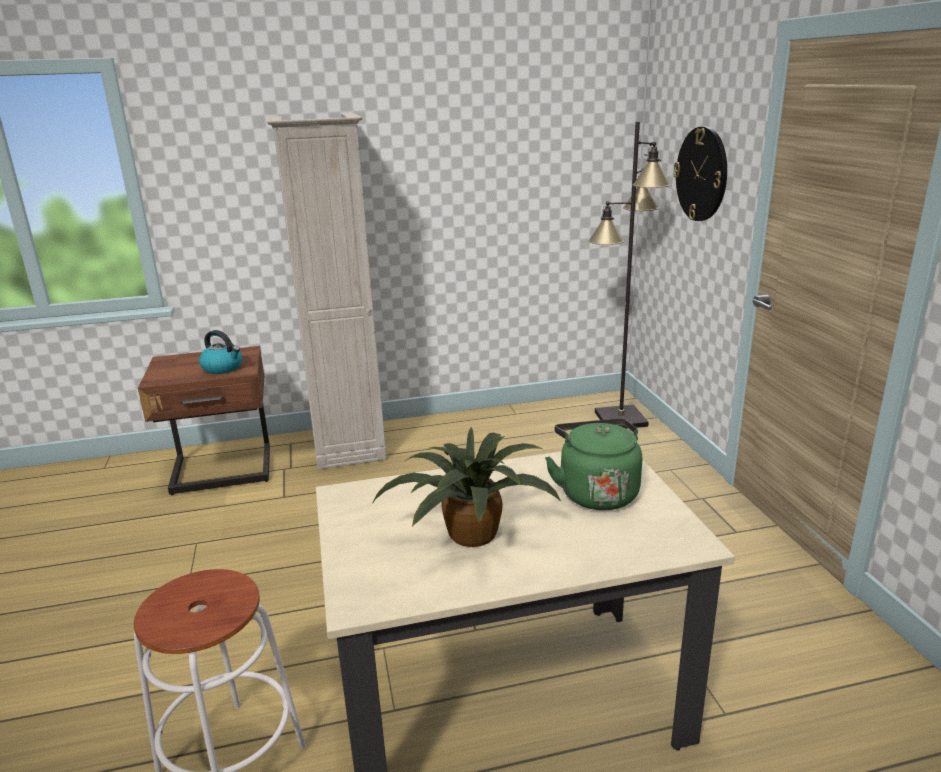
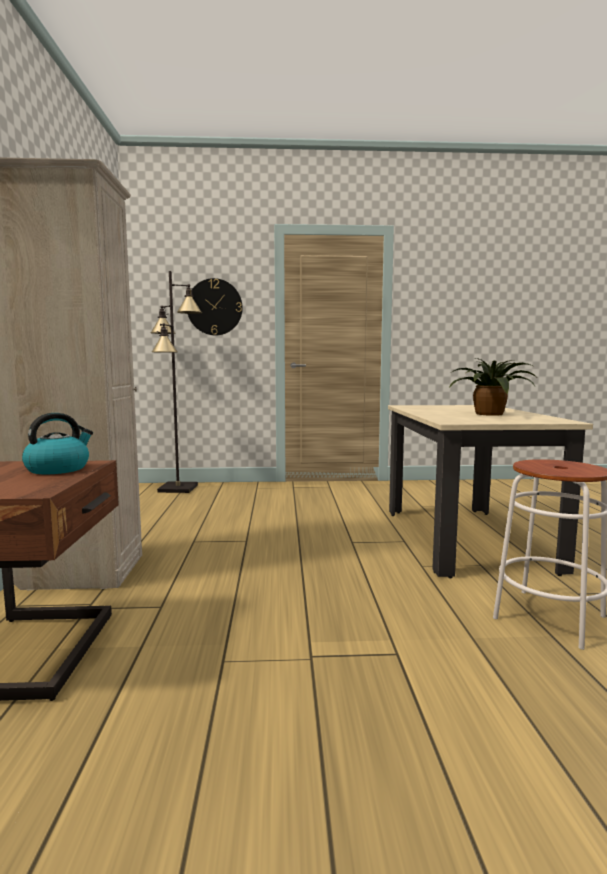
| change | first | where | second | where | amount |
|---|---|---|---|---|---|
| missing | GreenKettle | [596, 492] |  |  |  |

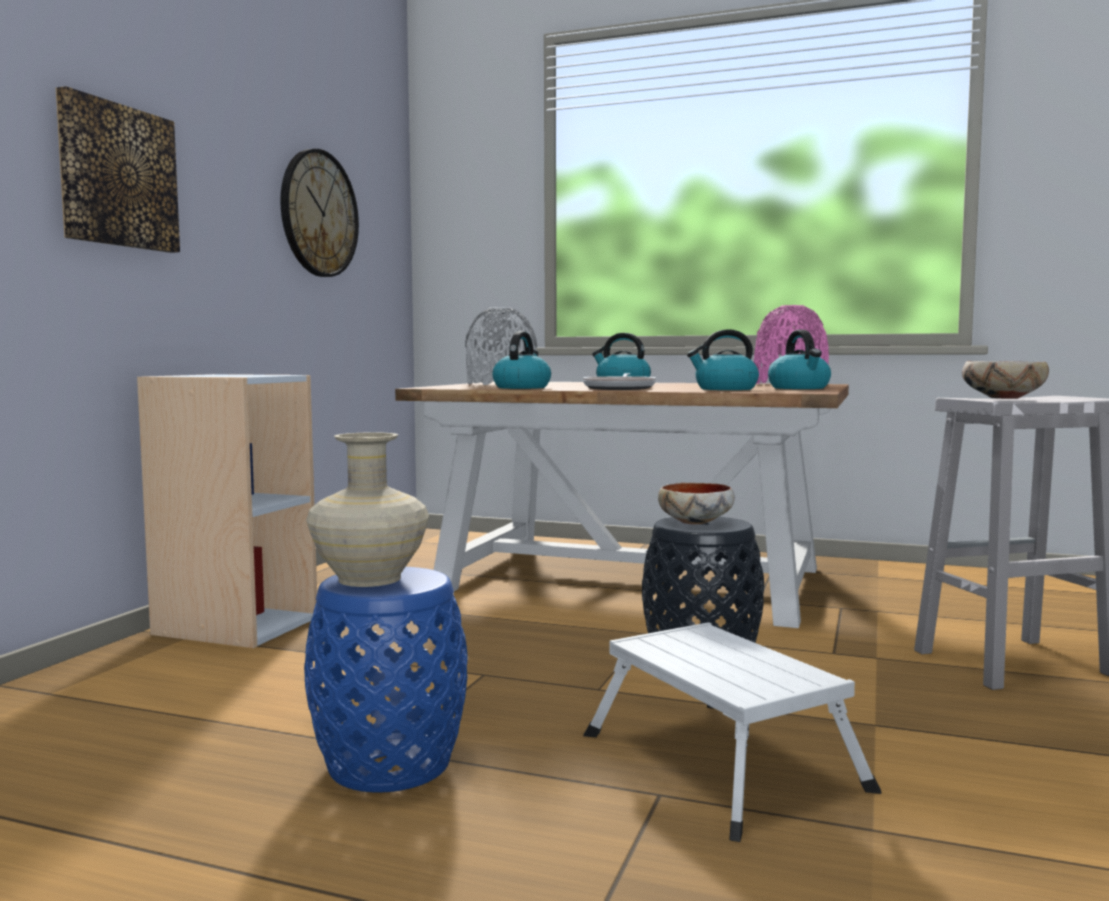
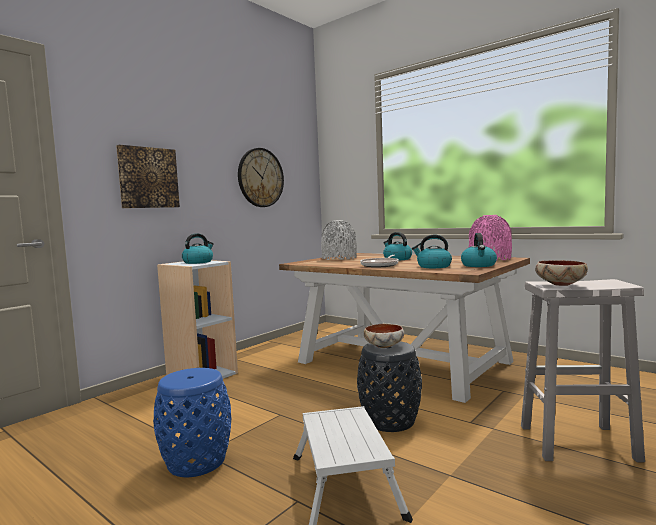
| change | first | where | second | where | amount |
|---|---|---|---|---|---|
| missing | BeigeVase | [371, 578] |  |  |  |
| relocated | Kettle | [522, 387] |  | [198, 262] |  |

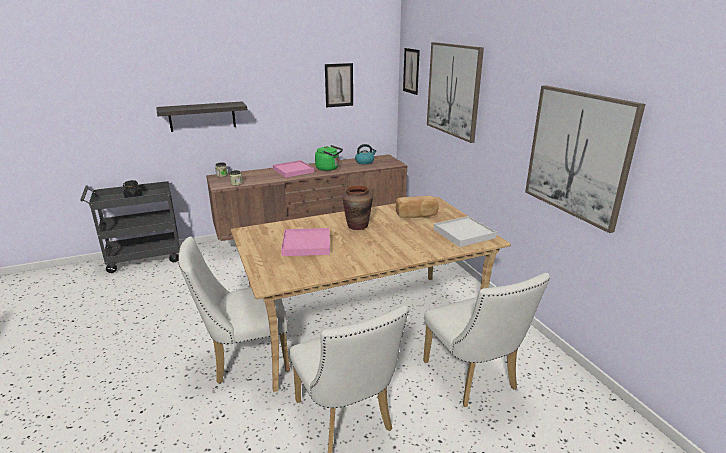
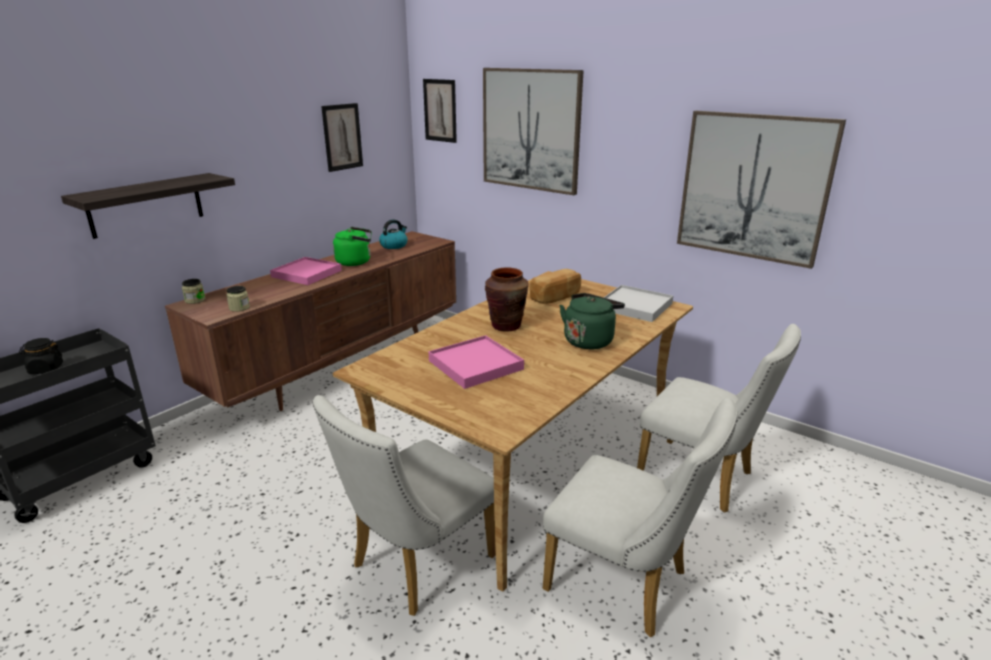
| change | first | where | second | where | amount |
|---|---|---|---|---|---|
| appeared |  |  | GreenKettle | [589, 340] |  |

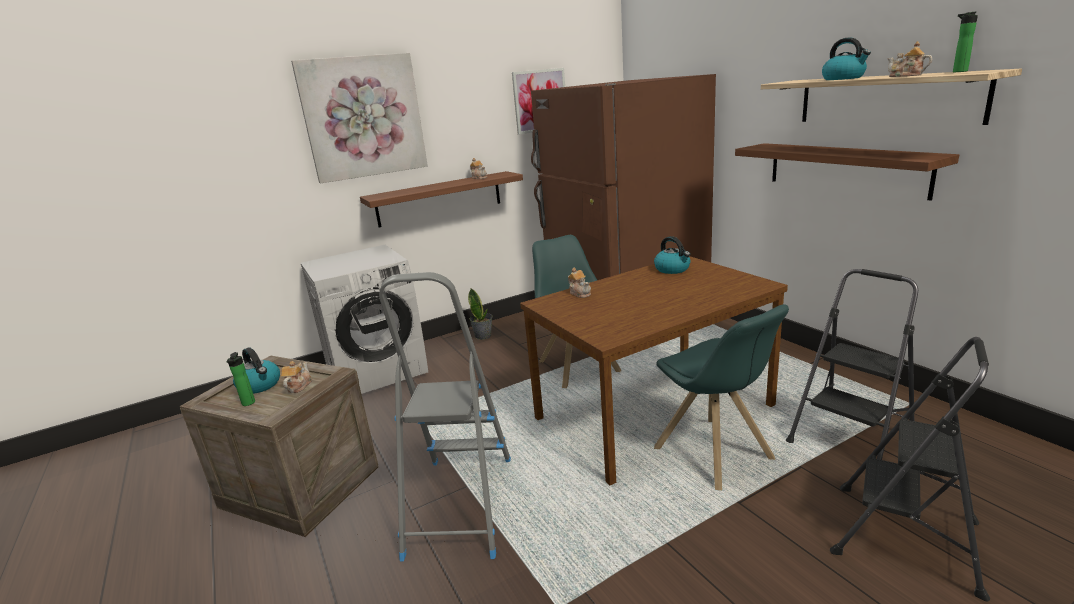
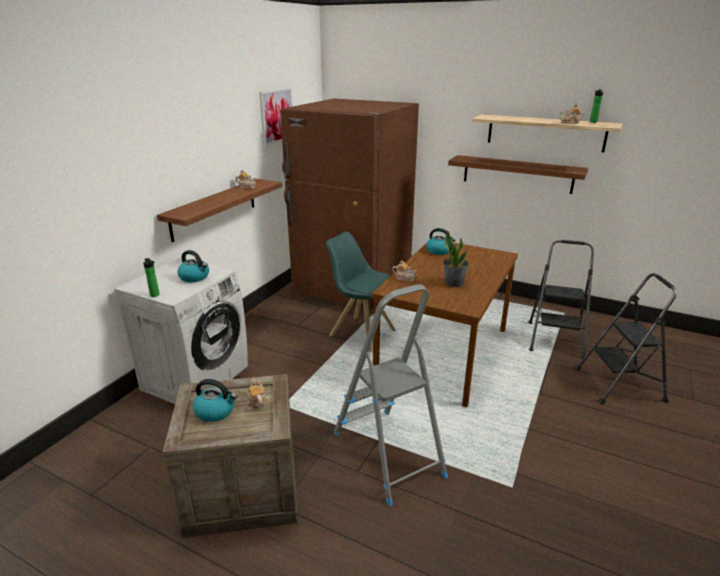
| change | first | where | second | where | amount |
|---|---|---|---|---|---|
| missing | Picture | [363, 117] |  |  |  |
| missing | TurquoiseChair | [714, 453] |  |  |  |
| relocated | Bottle | [248, 404] |  | [155, 295] |  |
| relocated | PottedPlant | [483, 336] |  | [454, 283] |  |
| relocated | Kettle | [843, 78] |  | [195, 277] |  |

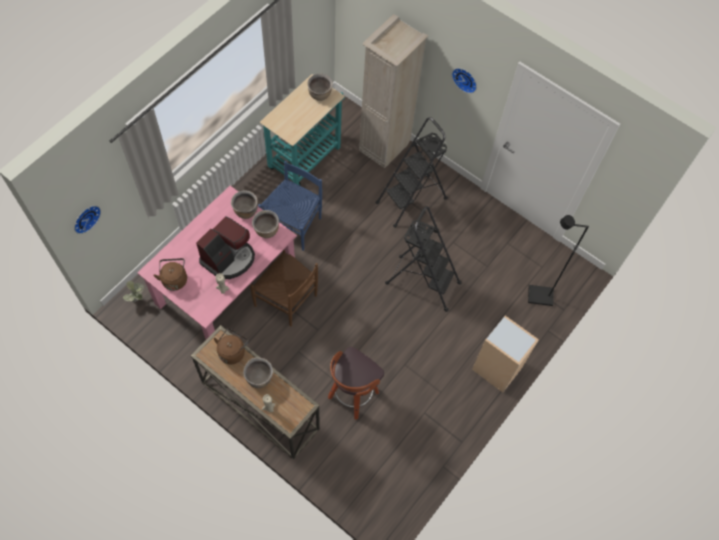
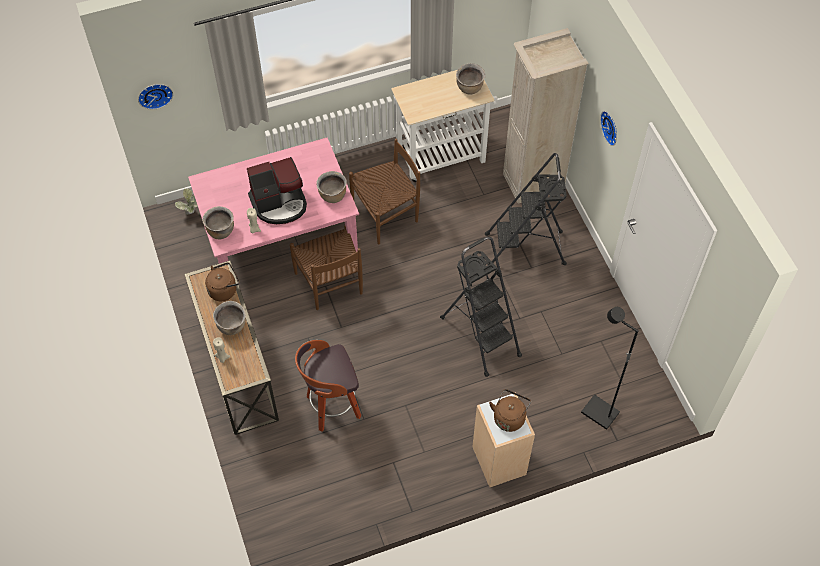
| change | first | where | second | where | amount |
|---|---|---|---|---|---|
| relocated | BrownKettle | [174, 279] |  | [509, 417] |  |
| relocated | BrownCookingPot | [245, 211] |  | [220, 231] |  |
| colour | BlueChair | [293, 224] | BrownChair | [386, 214] |  |
| colour | TurquoiseCart | [305, 157] | WhiteCart | [442, 156] |  |

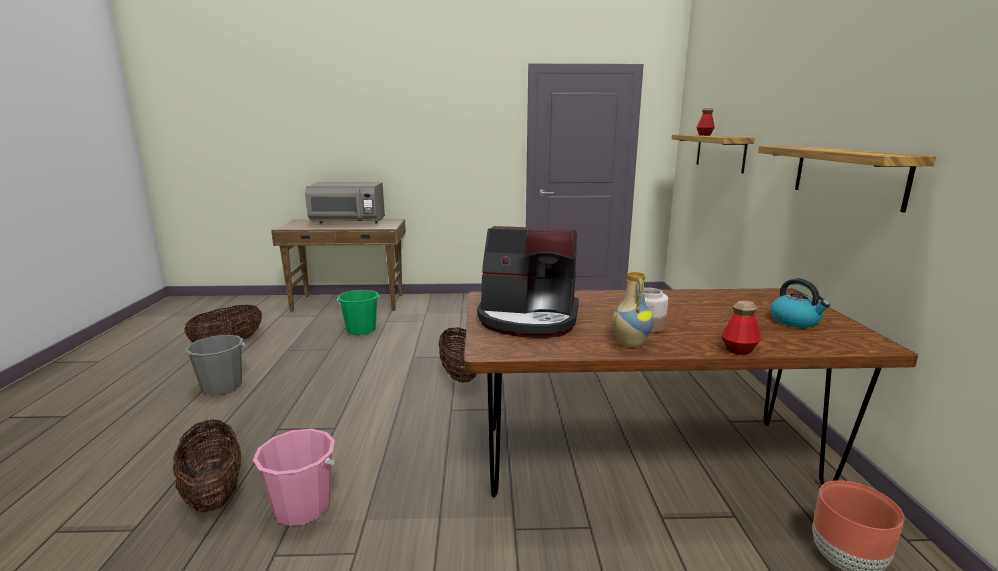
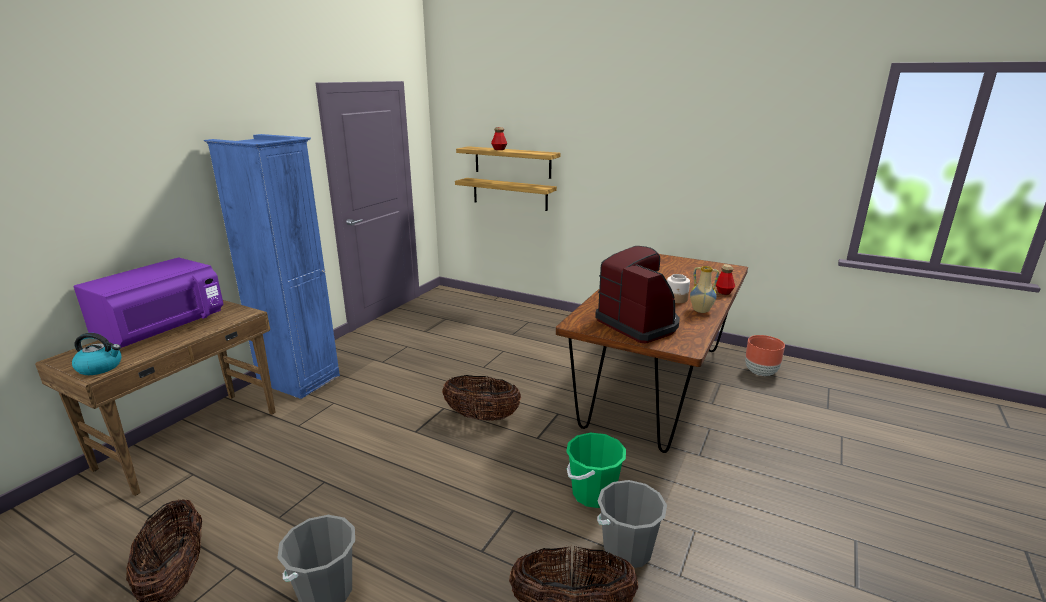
| change | first | where | second | where | amount |
|---|---|---|---|---|---|
| appeared |  |  | BlueCabinet | [300, 379] |  |
| relocated | GreenBucket | [361, 330] |  | [593, 494] |  |
| relocated | Shelf | [847, 175] |  | [510, 194] |  |
| relocated | Kettle | [795, 321] |  | [101, 367] |  |
| colour | PinkBucket | [303, 508] | GreyBucket | [627, 550] |  |
| colour | GreyMicrowave | [348, 222] | PurpleMicrowave | [162, 329] |  |
| spun | CoffeeMachine | [528, 319] |  | [639, 324] | 75 degrees counterclockwise |

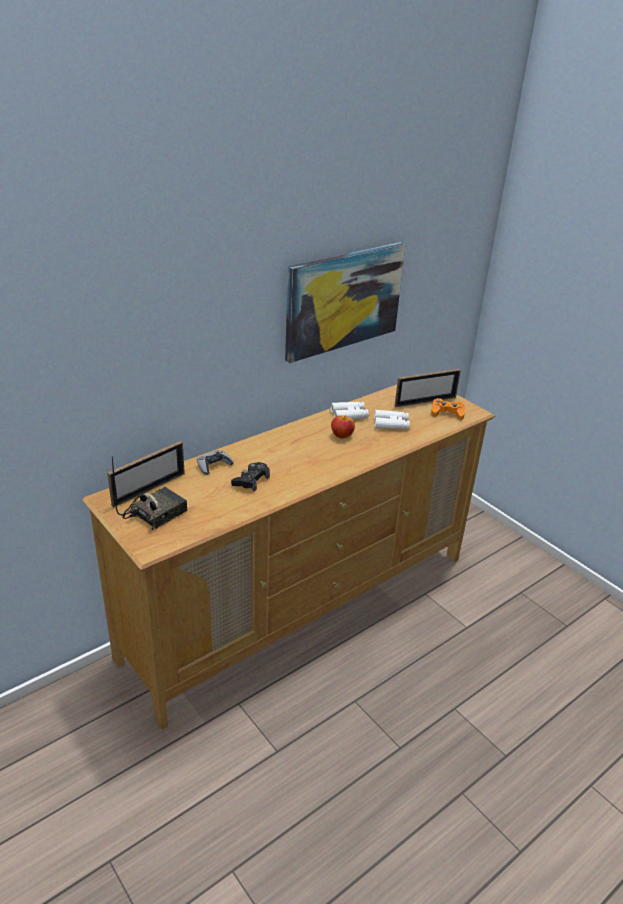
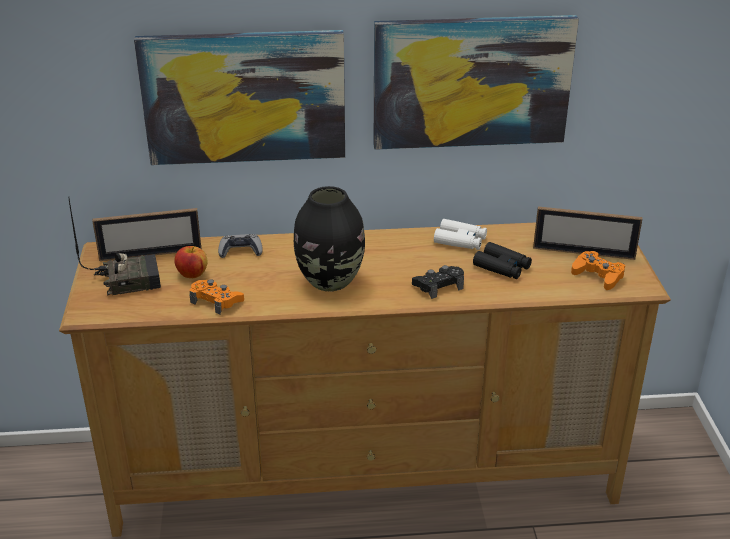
| change | first | where | second | where | amount |
|---|---|---|---|---|---|
| appeared |  |  | Picture | [244, 97] |  |
| appeared |  |  | OrangeGameController | [216, 301] |  |
| appeared |  |  | BlackVase | [330, 281] |  |
| relocated | BlackGameController | [251, 480] |  | [439, 286] |  |
| relocated | Apple | [342, 435] |  | [192, 274] |  |
| colour | WhiteBinoculars | [391, 424] | BlackBinoculars | [502, 267] |  |

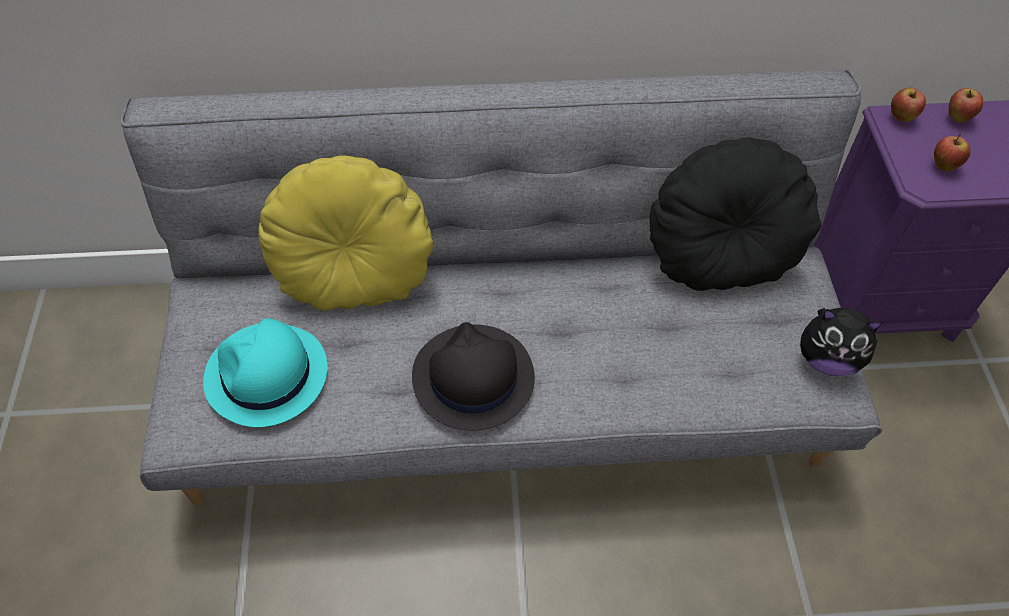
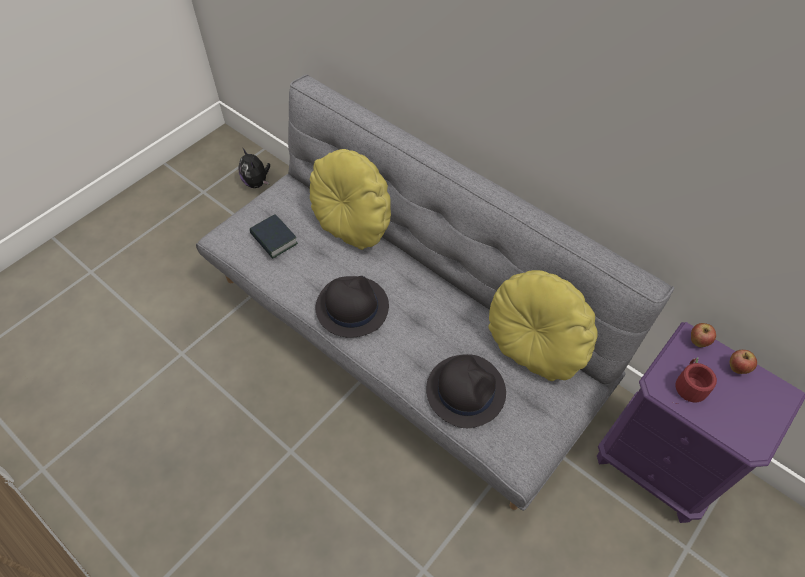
| change | first | where | second | where | amount |
|---|---|---|---|---|---|
| appeared |  |  | BlackHat | [465, 390] |  |
| relocated | PlushToy | [827, 359] |  | [257, 183] |  |
| exchanged | TurquoiseHat | [266, 375] | Book | [274, 239] |  |
| exchanged | Apple | [943, 166] | RedMug | [687, 385] |  |
| colour | BlackPillow | [719, 265] | YellowPillow | [533, 351] |  |

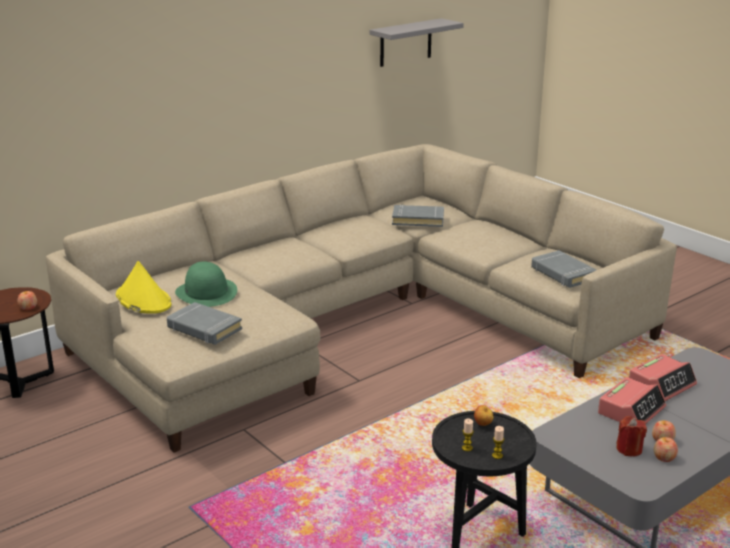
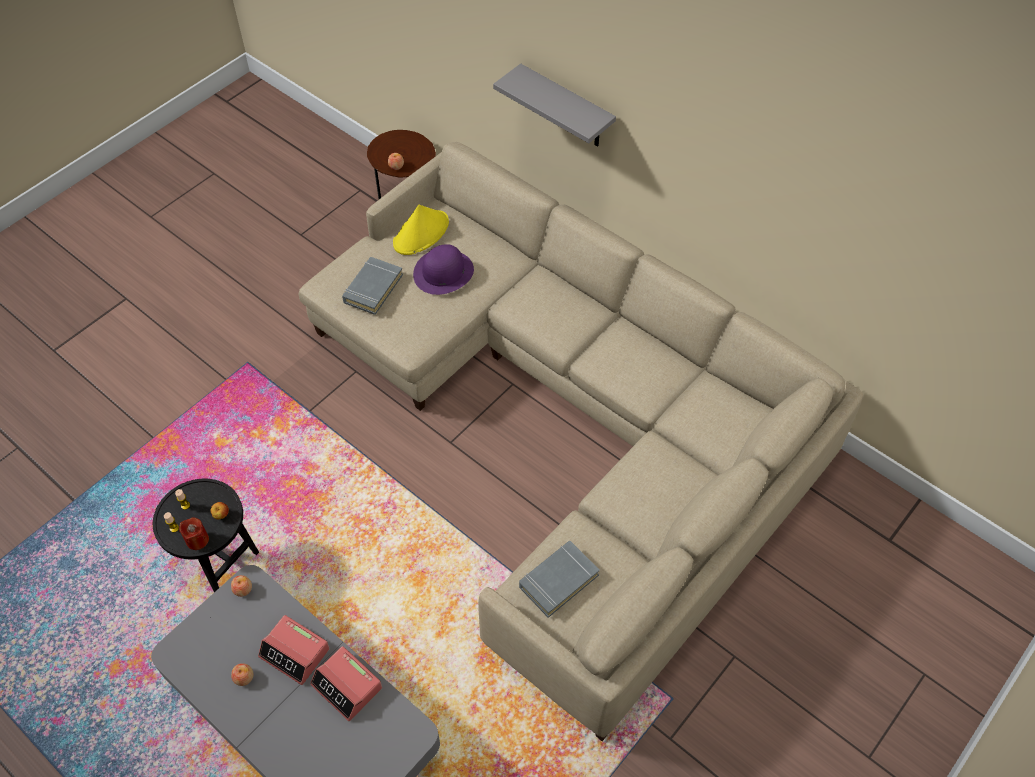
| change | first | where | second | where | amount |
|---|---|---|---|---|---|
| missing | GreyBook | [418, 220] |  |  |  |
| relocated | GreyShelf | [405, 42] |  | [566, 108] |  |
| relocated | RedCandle | [629, 449] |  | [197, 540] |  |
| relocated | Apple | [664, 457] |  | [243, 589] |  |
| colour | GreenHat | [206, 292] | PurpleHat | [443, 272] |  |

